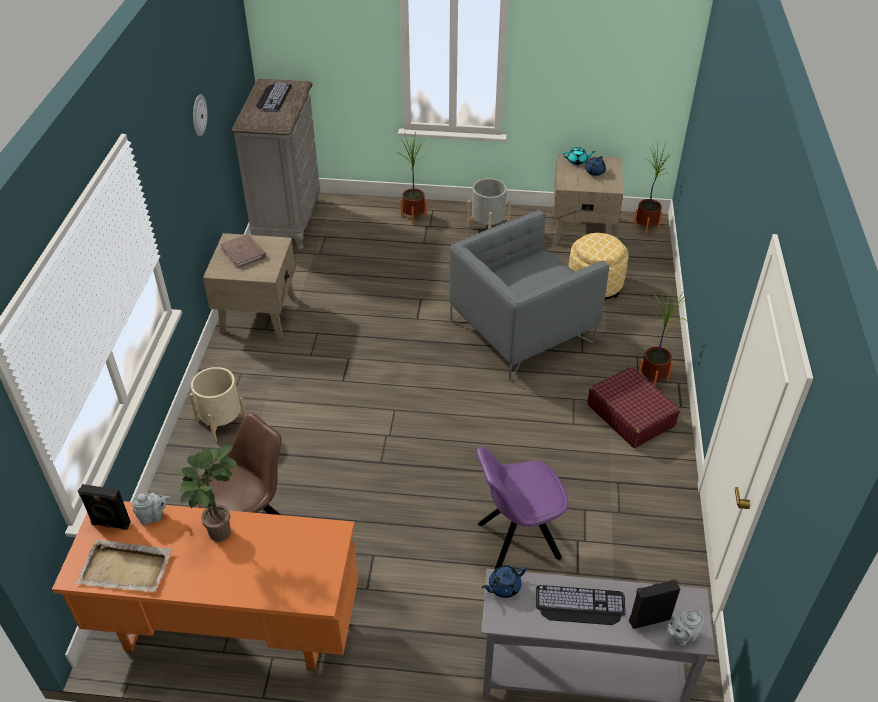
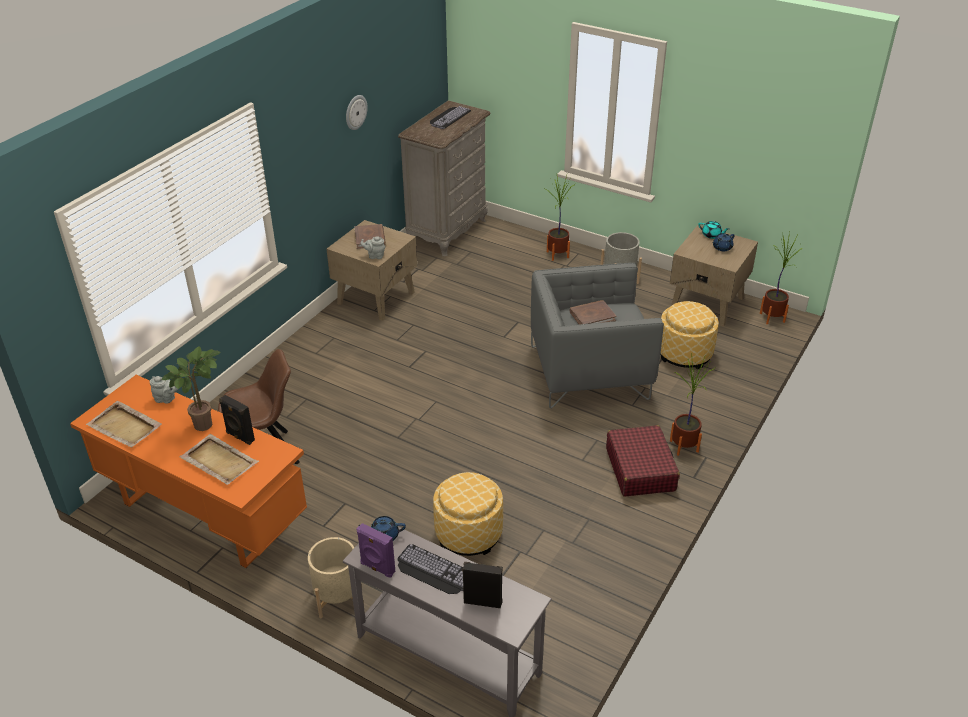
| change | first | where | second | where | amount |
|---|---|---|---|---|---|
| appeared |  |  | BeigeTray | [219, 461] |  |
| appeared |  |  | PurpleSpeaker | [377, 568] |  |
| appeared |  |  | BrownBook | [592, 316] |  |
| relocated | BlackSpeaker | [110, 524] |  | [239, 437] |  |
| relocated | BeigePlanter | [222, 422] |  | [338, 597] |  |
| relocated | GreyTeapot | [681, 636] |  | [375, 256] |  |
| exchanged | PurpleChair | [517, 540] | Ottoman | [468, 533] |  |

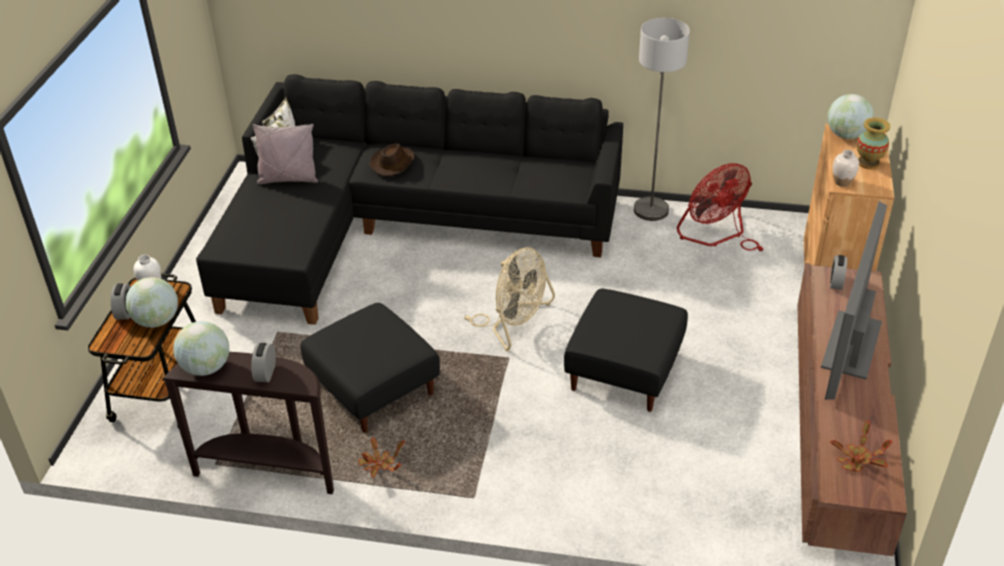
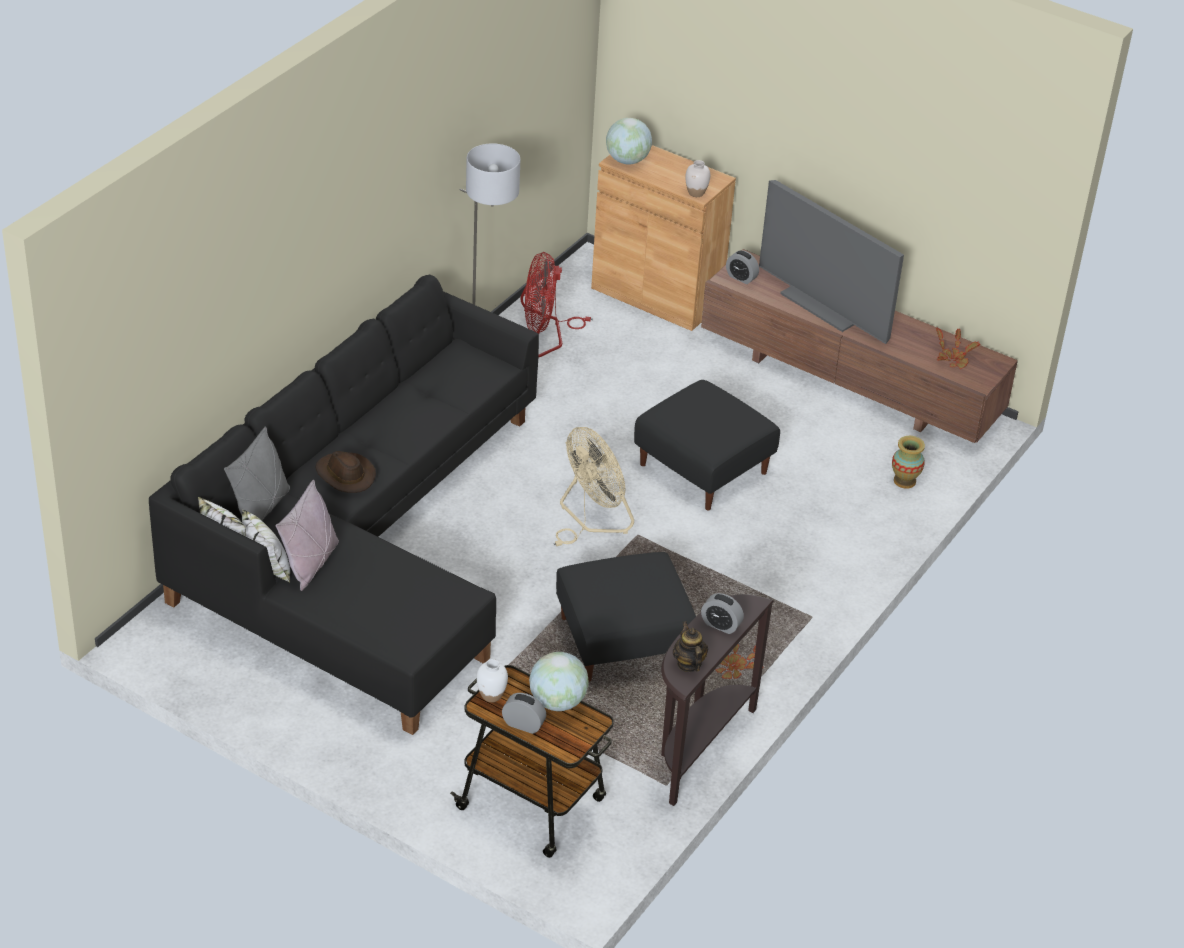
| change | first | where | second | where | amount |
|---|---|---|---|---|---|
| appeared |  |  | GreyPillow | [261, 508] |  |
| relocated | Vase | [868, 163] |  | [904, 481] |  |
| exchanged | Globe | [206, 368] | Teapot | [688, 664] |  |

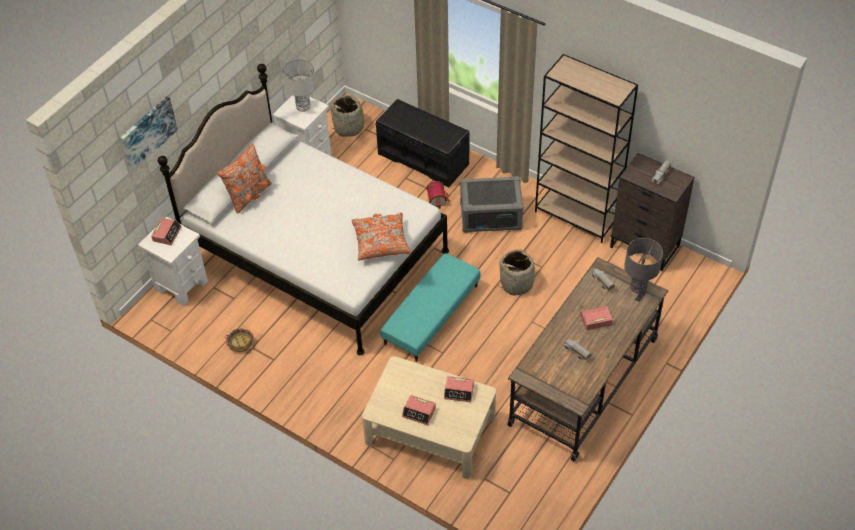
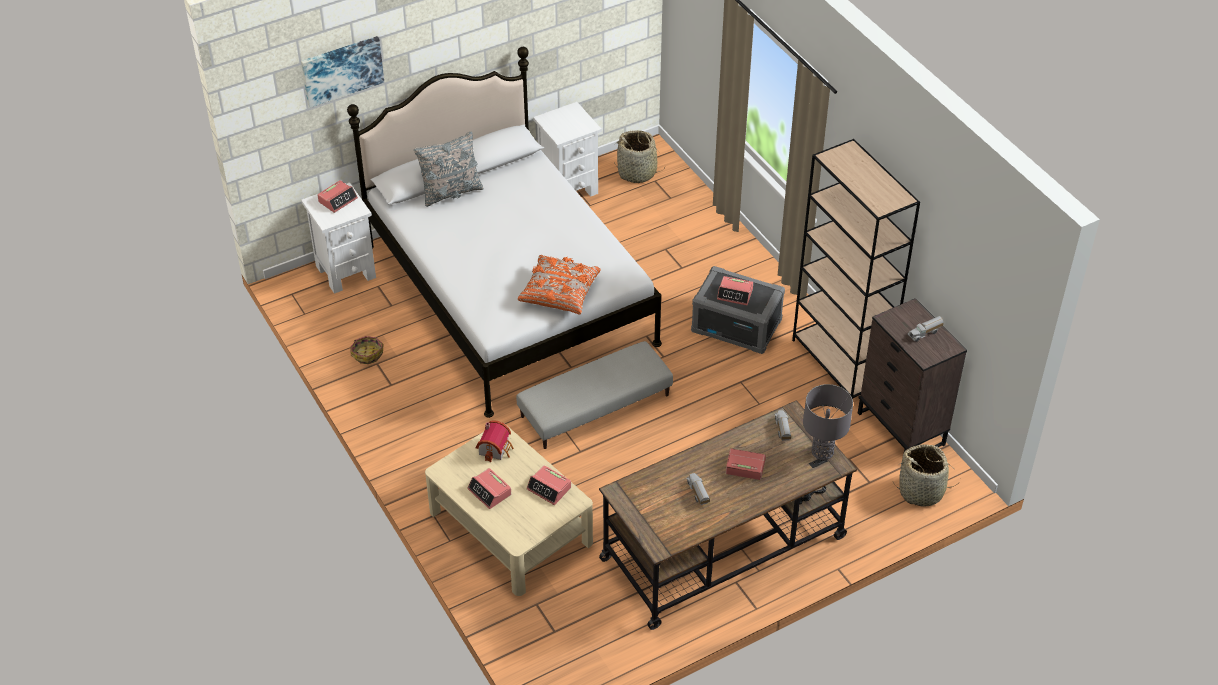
| change | first | where | second | where | amount |
|---|---|---|---|---|---|
| missing | WhiteTableLamp | [303, 106] |  |  |  |
| missing | BlackBench | [423, 158] |  |  |  |
| appeared |  |  | AlarmClock | [735, 294] |  |
| relocated | ToyHouse | [438, 199] |  | [496, 448] |  |
| relocated | Basket | [517, 283] |  | [921, 491] |  |
| colour | OrangePillow | [249, 195] | GreyPillow | [451, 193] |  |
| colour | TurquoiseOttoman | [431, 314] | GreyOttoman | [595, 405] |  |

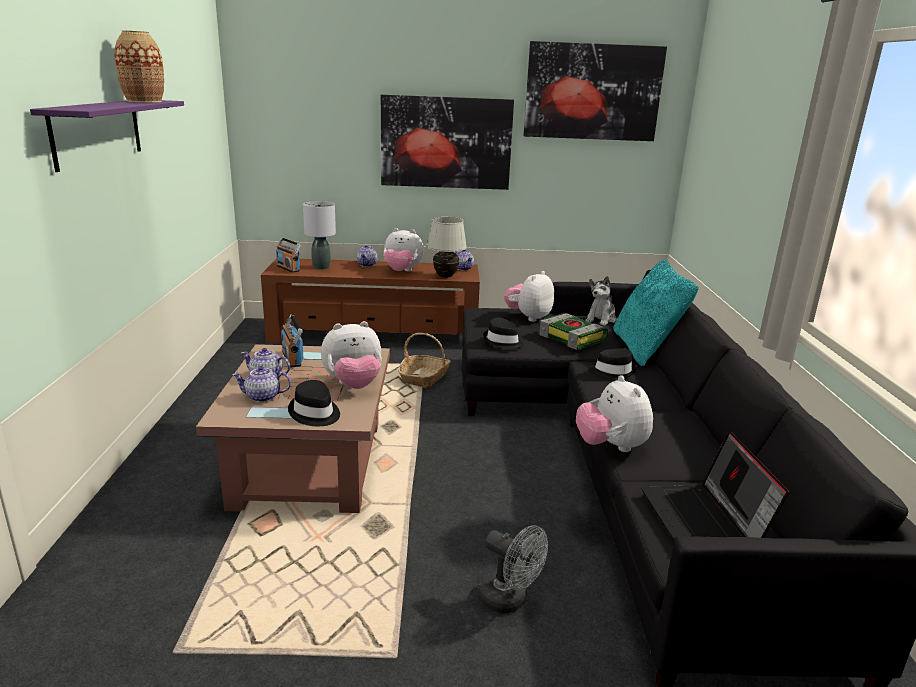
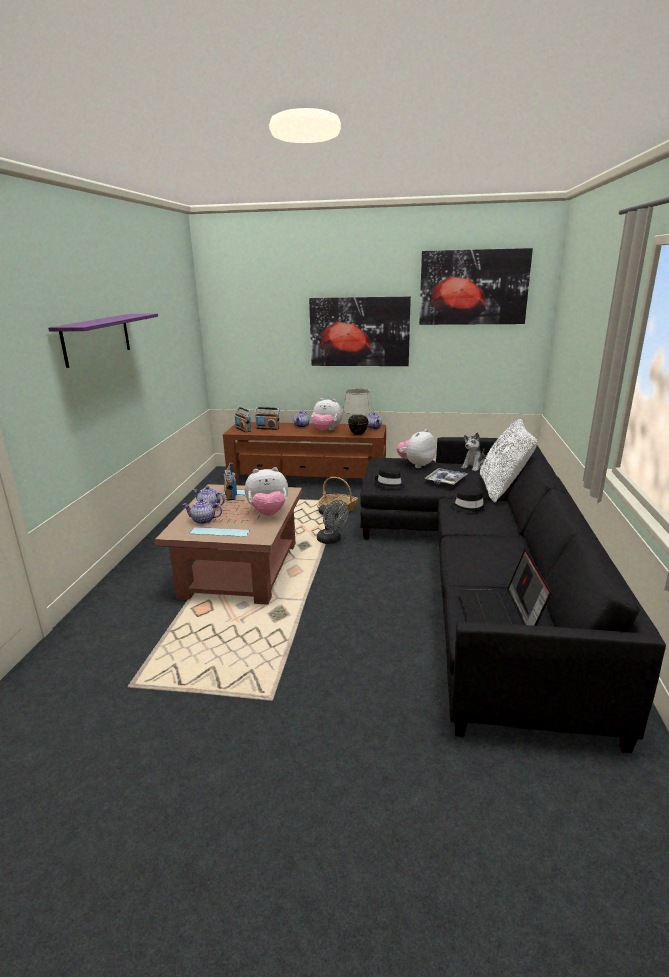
| change | first | where | second | where | amount |
|---|---|---|---|---|---|
| missing | Vase | [144, 101] |  |  |  |
| missing | BlackHat | [314, 413] |  |  |  |
| missing | PlushToy | [611, 446] |  |  |  |
| relocated | GreyFan | [509, 600] |  | [331, 540] |  |
| exchanged | GreyTableLamp | [321, 267] | Radio | [267, 428] |  |
| exchanged | Book | [573, 338] | Tray | [445, 480] |  |
| colour | TurquoisePillow | [645, 348] | WhitePillow | [502, 488] |  |

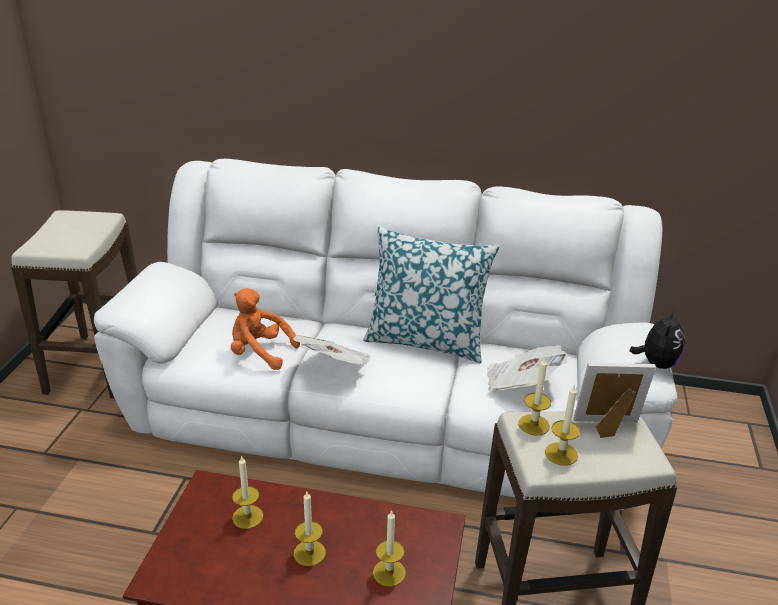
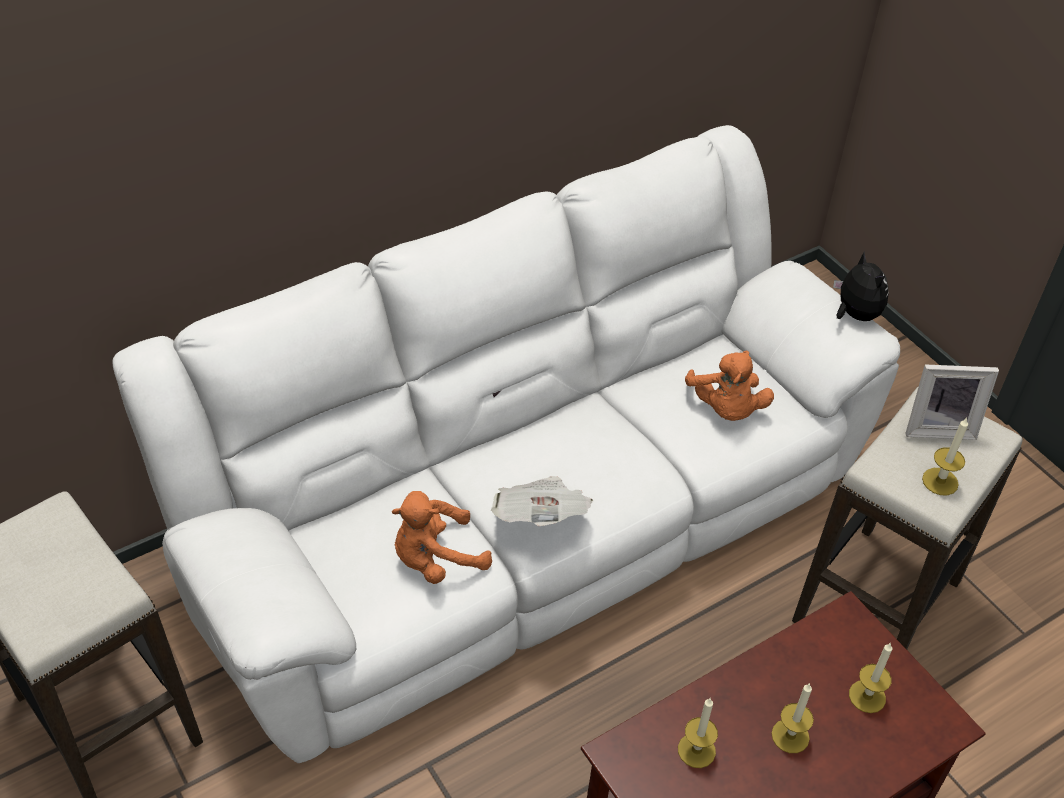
| change | first | where | second | where | amount |
|---|---|---|---|---|---|
| missing | Pillow | [426, 341] |  |  |  |
| missing | Candle | [533, 425] |  |  |  |
| exchanged | Newspaper | [520, 384] | OrangePlushToy | [725, 409] |  |
| spun | PictureFrame | [607, 428] |  | [938, 427] | 135 degrees counterclockwise |

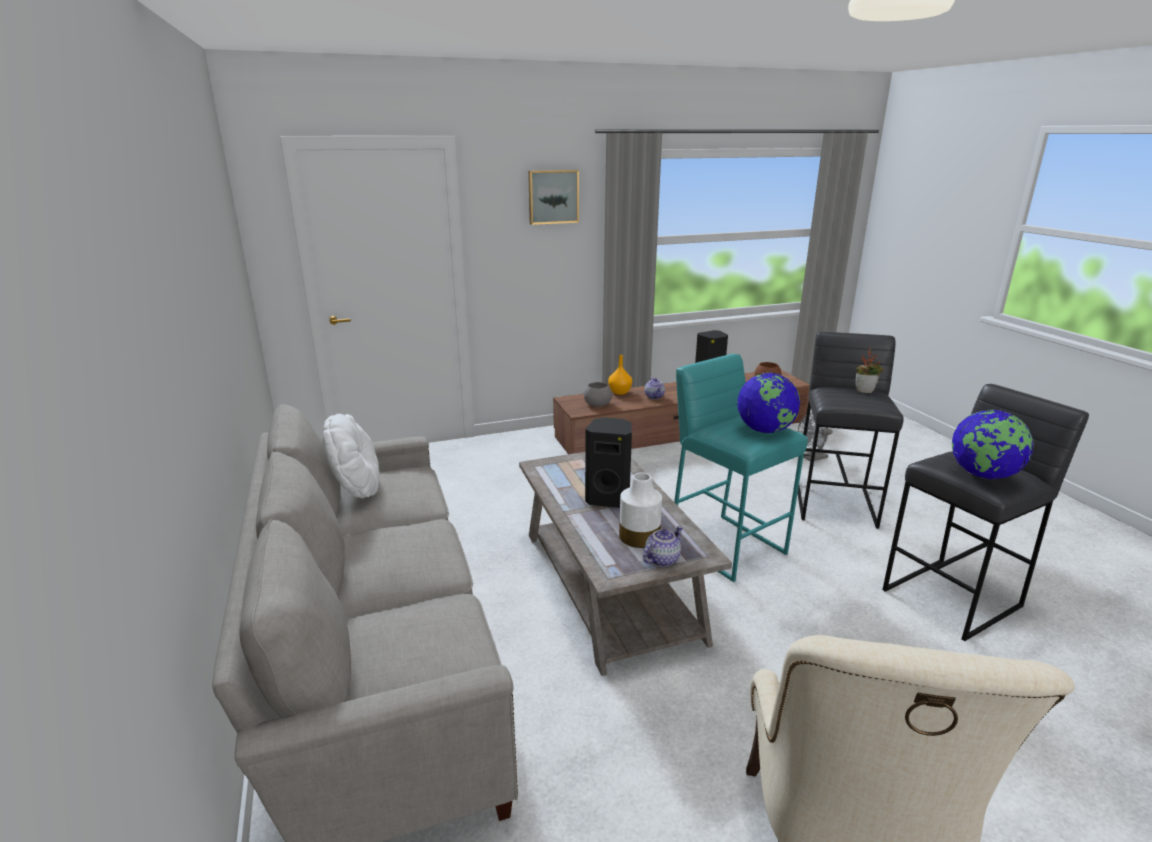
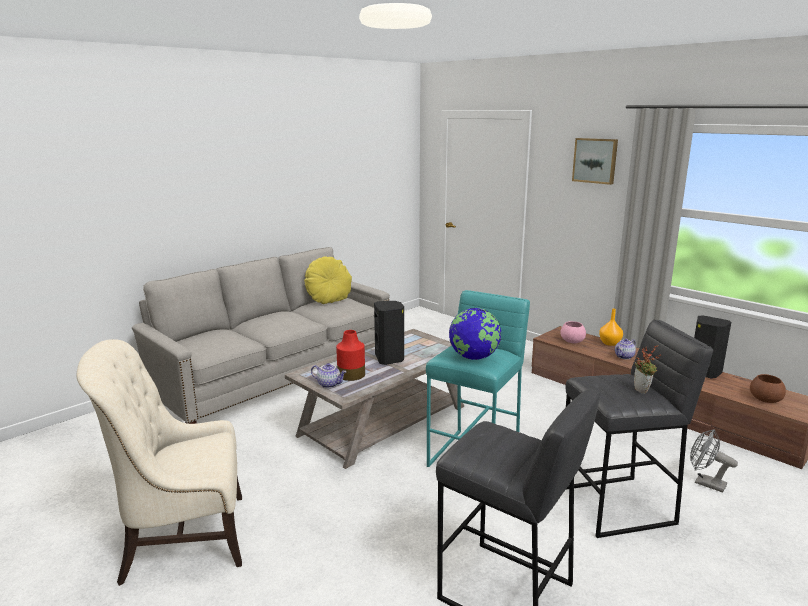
| change | first | where | second | where | amount |
|---|---|---|---|---|---|
| missing | Globe | [983, 475] |  |  |  |
| colour | WhitePillow | [357, 490] | YellowPillow | [329, 301] |  |
| colour | GreyBowl | [598, 404] | PinkBowl | [572, 341] |  |
| colour | WhiteVase | [640, 536] | RedVase | [351, 374] |  |

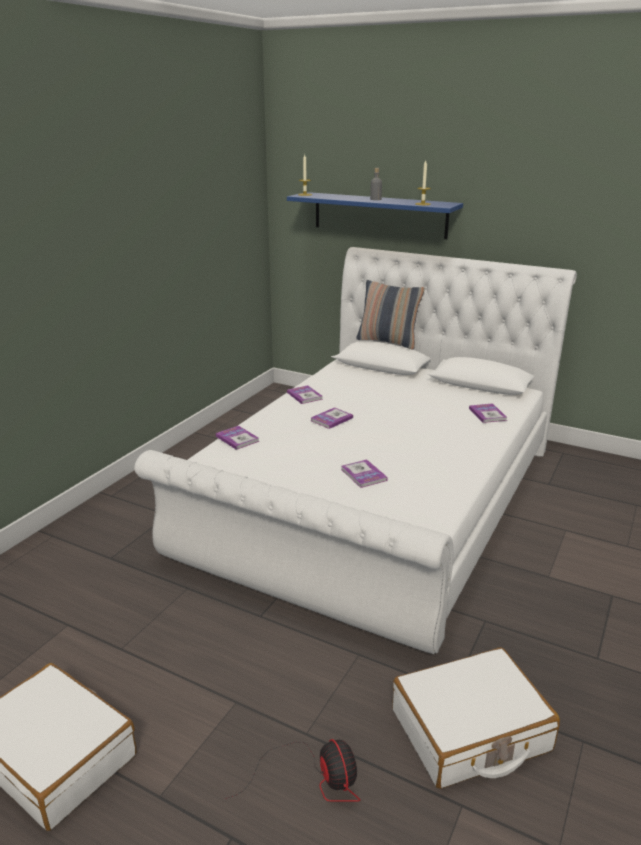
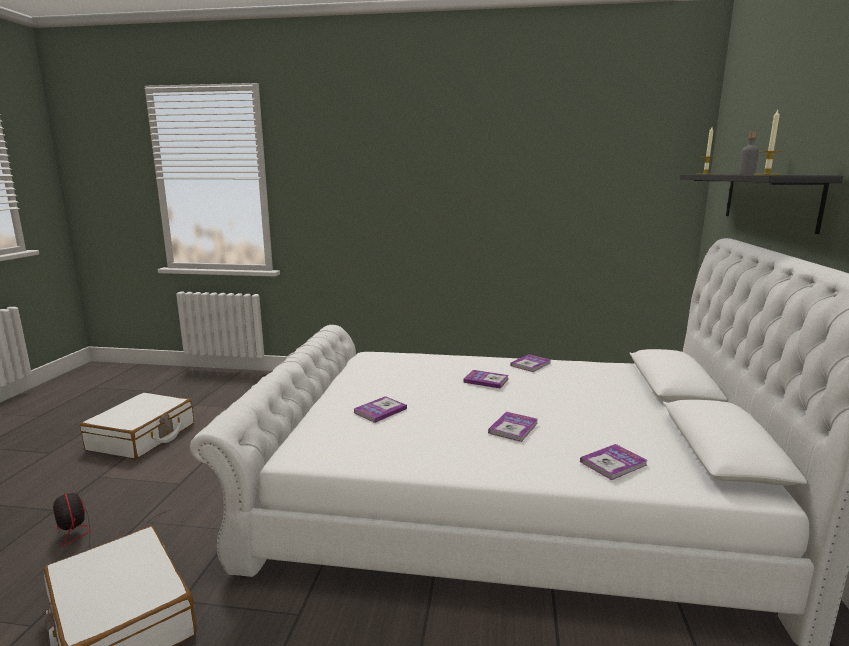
| change | first | where | second | where | amount |
|---|---|---|---|---|---|
| missing | Pillow | [388, 342] |  |  |  |
| relocated | Book | [237, 439] |  | [513, 428] |  |
| colour | BlueShelf | [379, 215] | BlackShelf | [769, 199] |  |
| spun | Fan | [314, 779] |  | [92, 534] | 90 degrees clockwise |

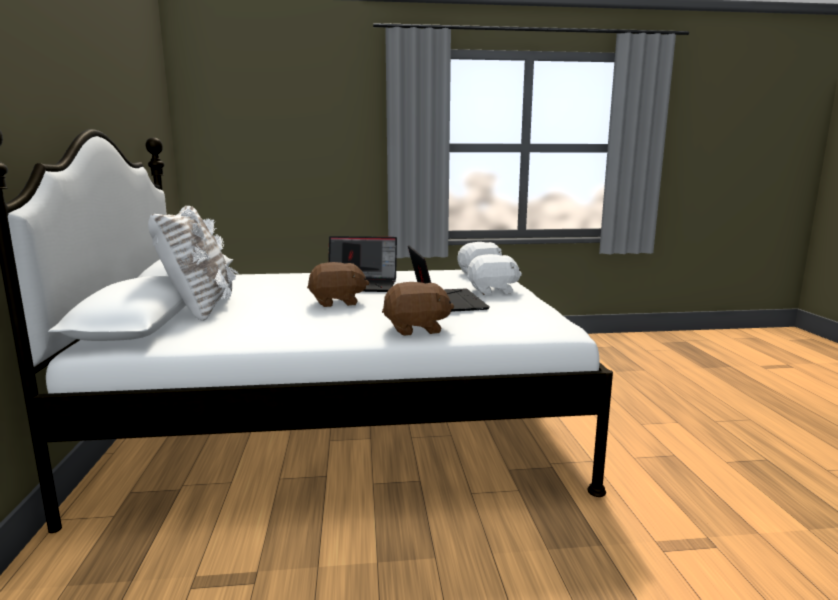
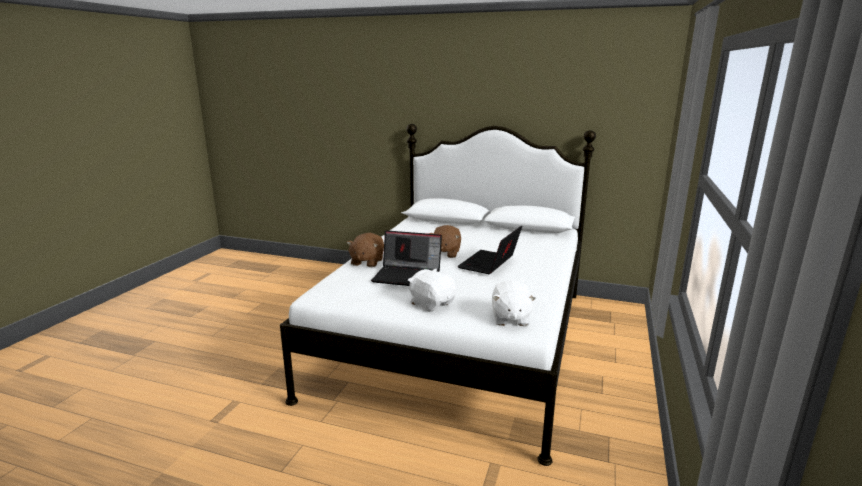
| change | first | where | second | where | amount |
|---|---|---|---|---|---|
| missing | WhitePillow | [202, 307] |  |  |  |
| spun | WhitePlushToy | [492, 291] |  | [431, 303] | 120 degrees clockwise |

